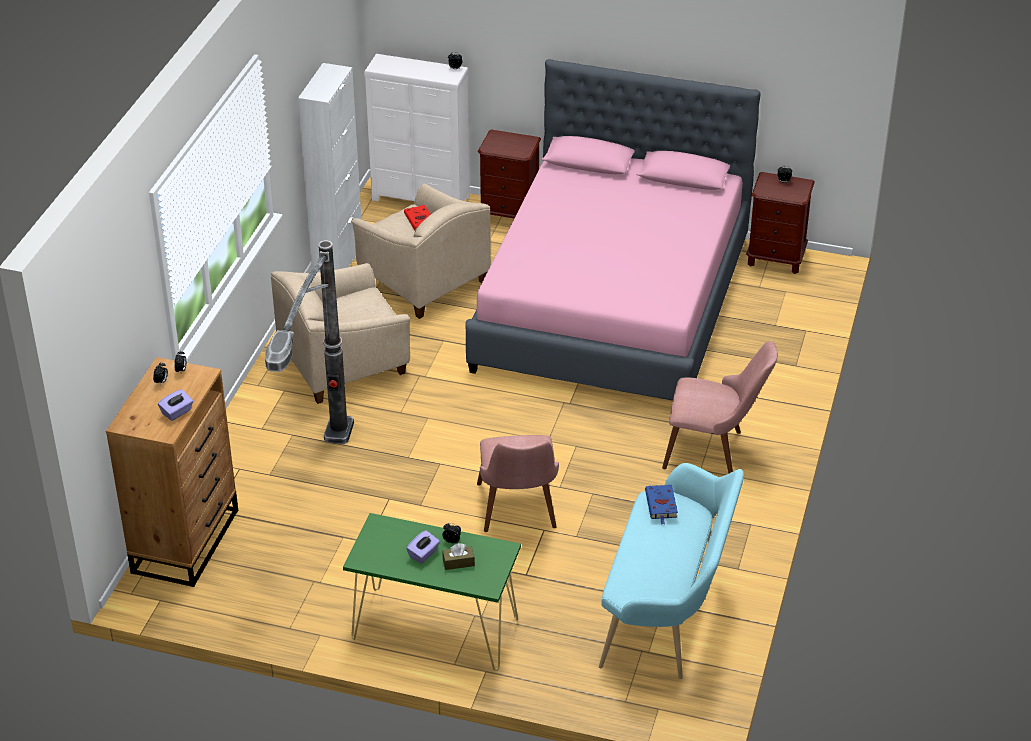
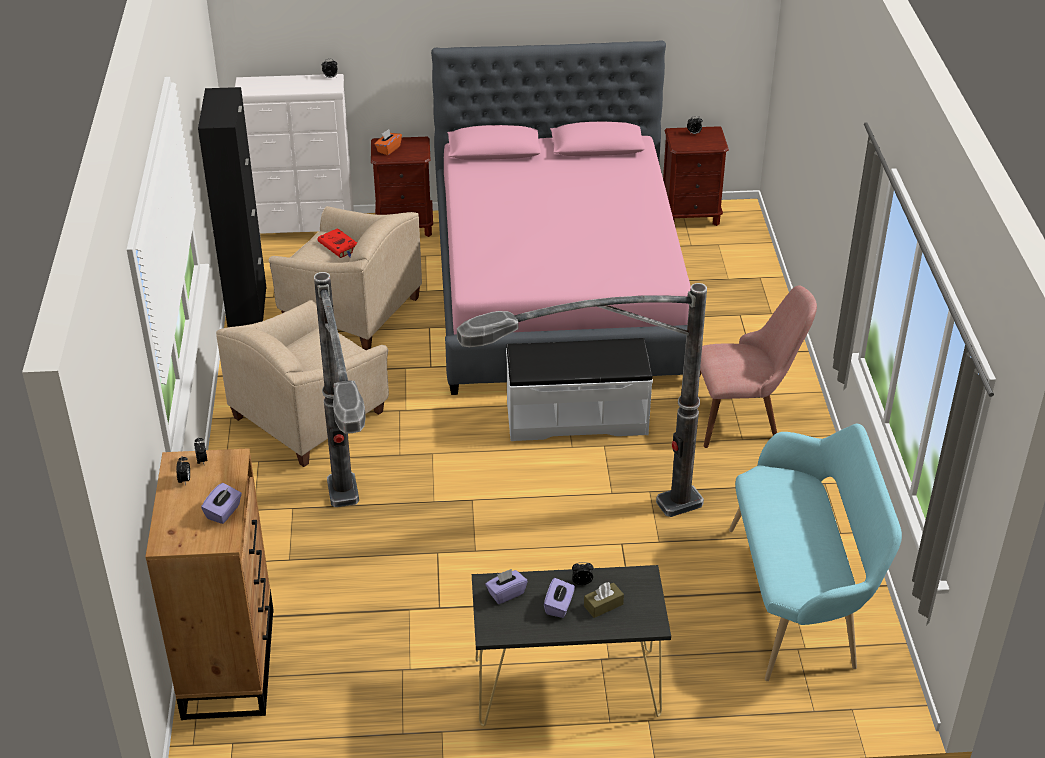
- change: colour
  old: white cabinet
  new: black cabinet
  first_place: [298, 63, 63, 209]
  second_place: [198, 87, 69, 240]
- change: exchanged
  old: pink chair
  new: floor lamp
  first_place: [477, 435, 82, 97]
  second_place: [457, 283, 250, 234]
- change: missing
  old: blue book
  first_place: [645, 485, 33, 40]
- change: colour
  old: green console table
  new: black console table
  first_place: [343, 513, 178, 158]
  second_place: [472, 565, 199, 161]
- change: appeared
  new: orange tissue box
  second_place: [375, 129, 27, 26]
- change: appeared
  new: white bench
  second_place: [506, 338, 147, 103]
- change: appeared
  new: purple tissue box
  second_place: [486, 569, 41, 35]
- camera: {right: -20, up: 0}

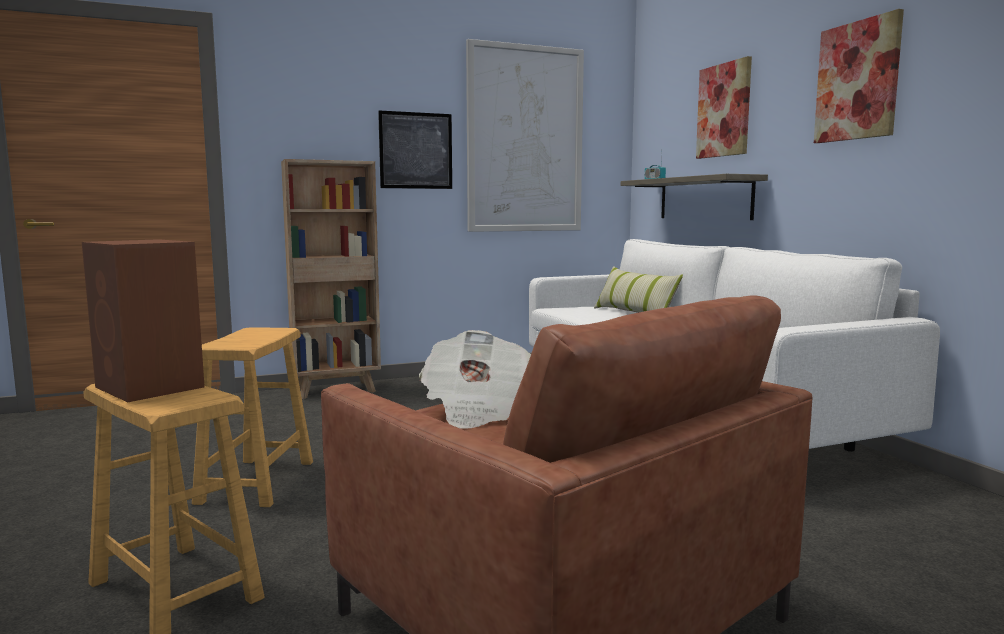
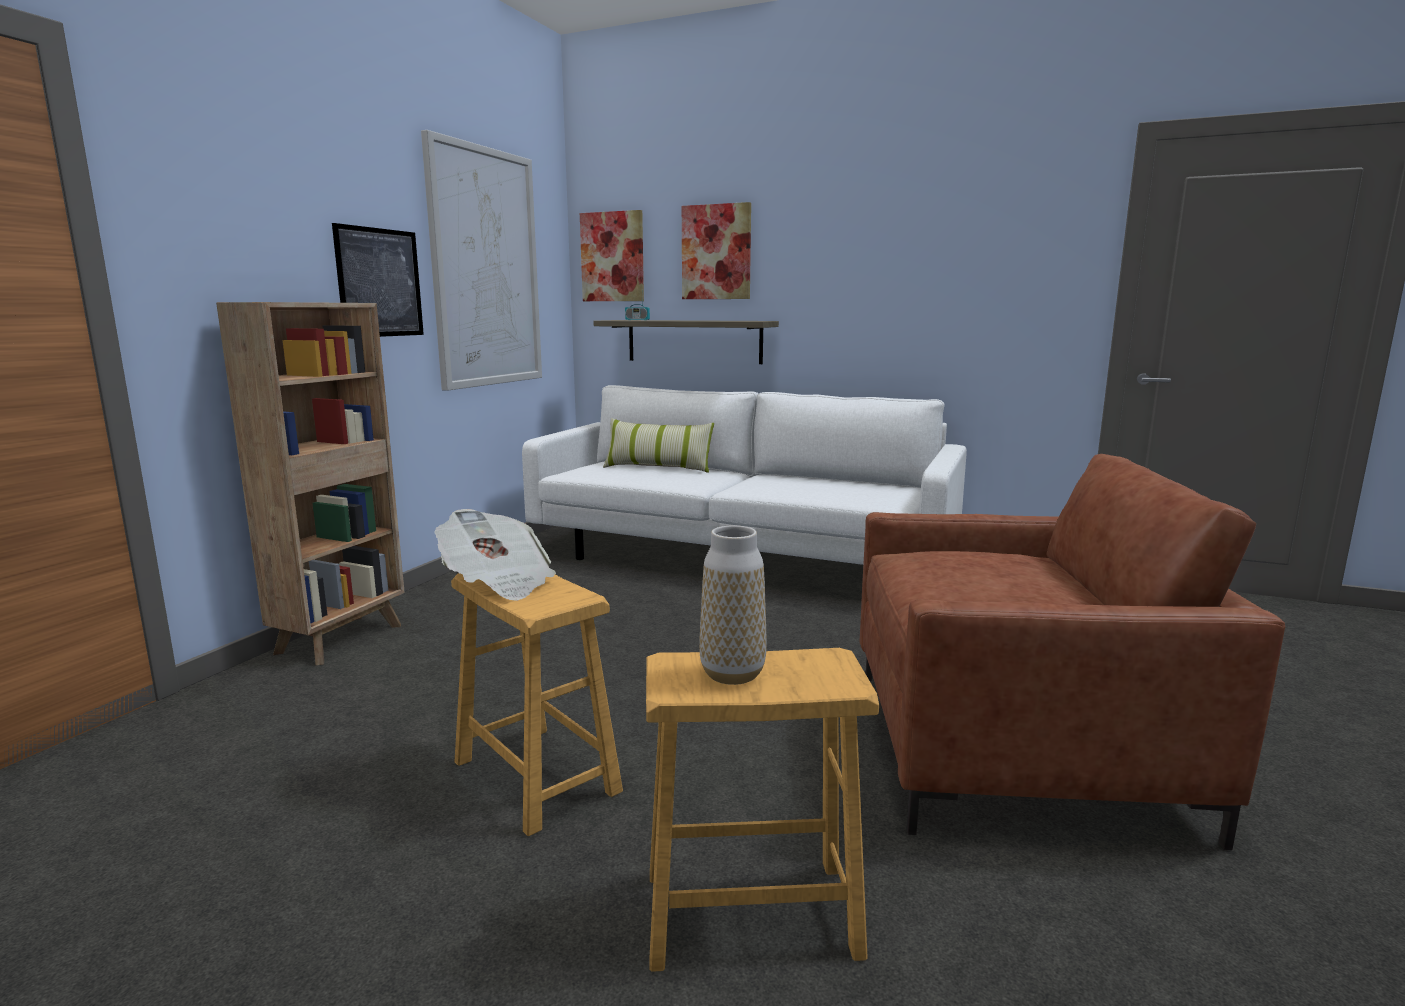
- change: relocated
  old: picture
  first_place: [814, 9, 90, 134]
  second_place: [580, 210, 64, 91]
- change: exchanged
  old: brown speaker
  new: vase
  first_place: [82, 239, 123, 163]
  second_place: [699, 525, 68, 160]
- change: relocated
  old: newspaper
  first_place: [419, 330, 112, 99]
  second_place: [434, 509, 122, 92]
- camera: {right: -45, up: 5}

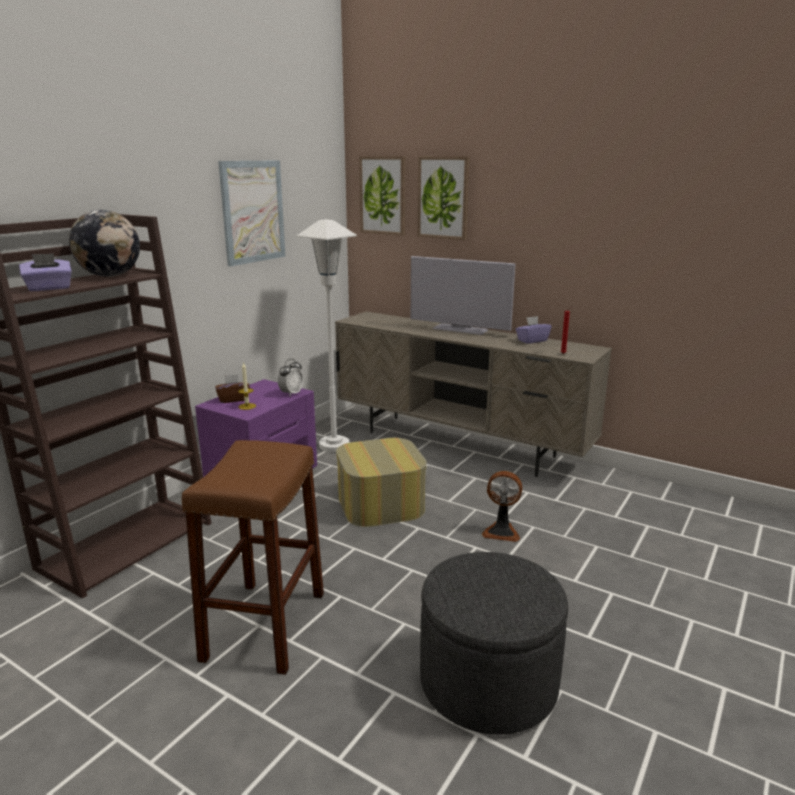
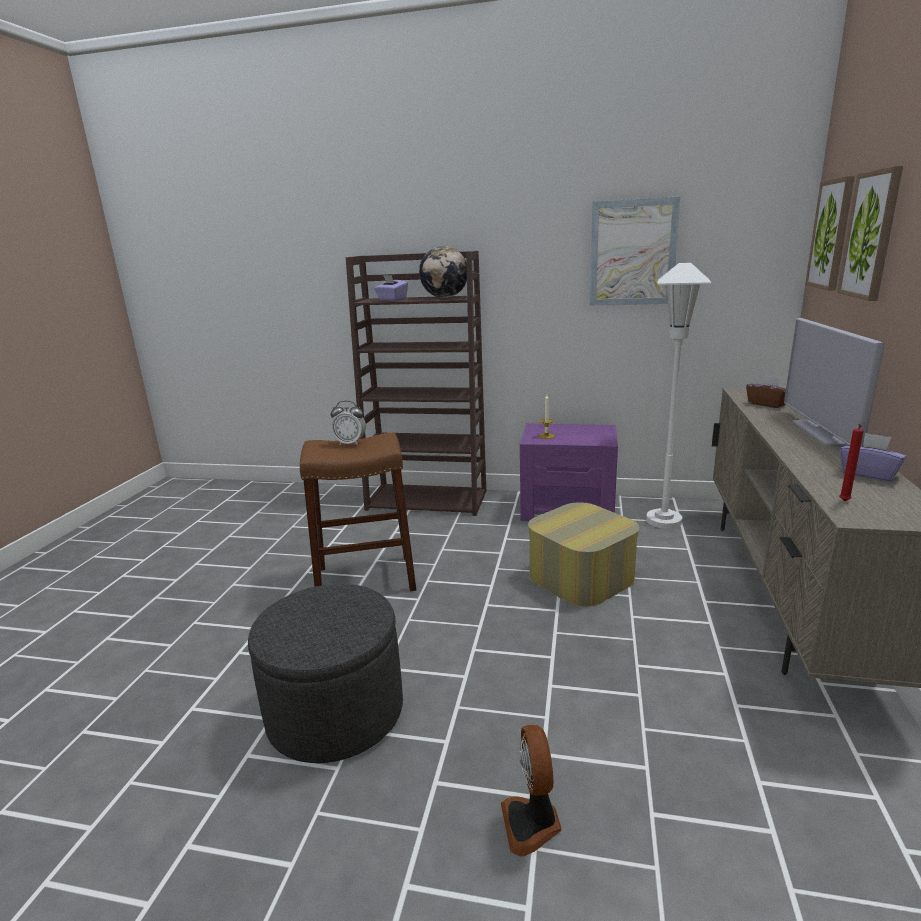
- change: relocated
  old: alarm clock
  first_place: [278, 359, 26, 37]
  second_place: [331, 401, 35, 45]
- change: relocated
  old: brown tissue box
  first_place: [215, 374, 35, 29]
  second_place: [746, 375, 40, 33]
- change: relocated
  old: fan
  first_place: [482, 471, 40, 71]
  second_place: [501, 725, 61, 131]
- camera: {right: 70, up: 0}

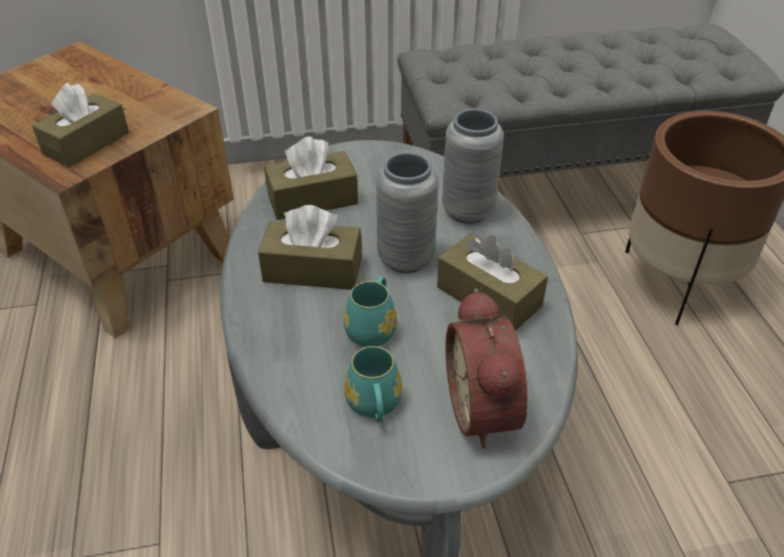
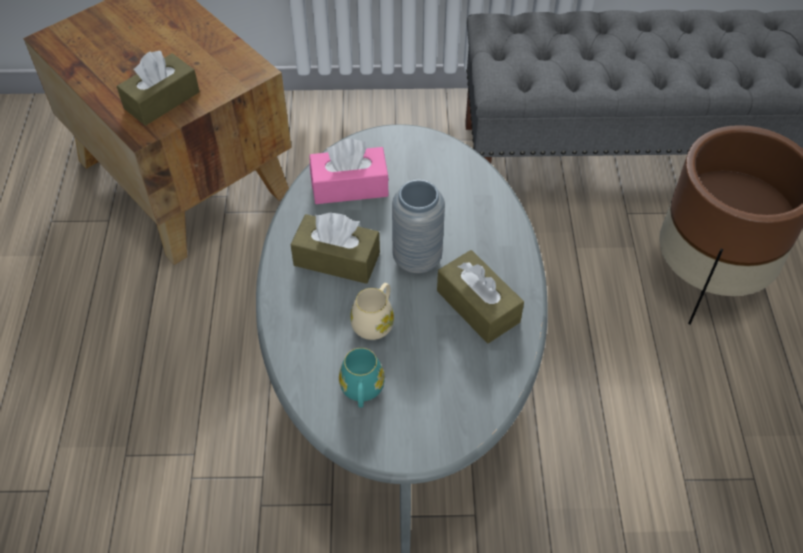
- change: missing
  old: grey vase
  first_place: [442, 109, 62, 115]
- change: colour
  old: brown tissue box
  new: pink tissue box
  first_place: [264, 136, 94, 84]
  second_place: [309, 139, 80, 65]
- change: colour
  old: turquoise mug
  new: beige mug
  first_place: [344, 276, 53, 71]
  second_place: [350, 283, 44, 57]
- change: missing
  old: alarm clock
  first_place: [445, 289, 83, 159]
- camera: {right: 10, up: 10}

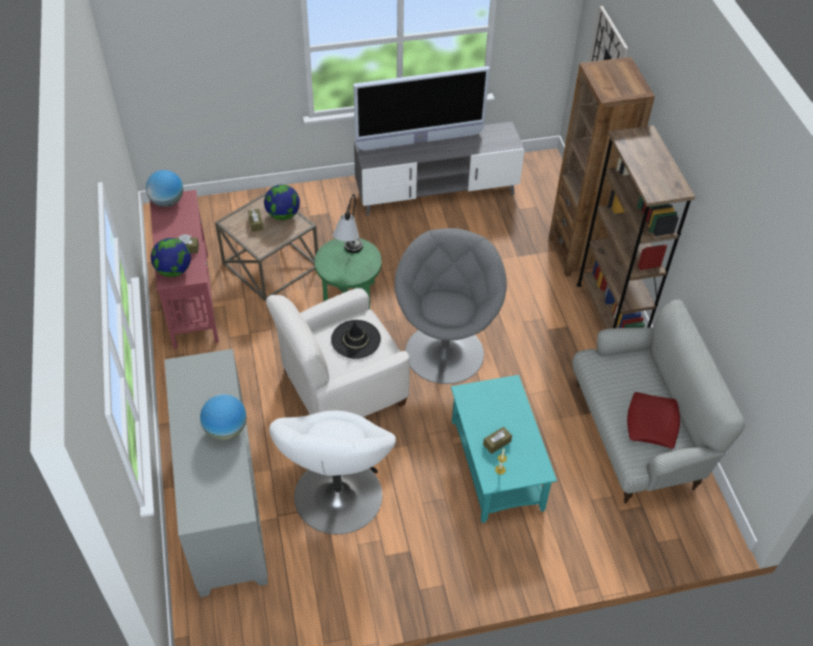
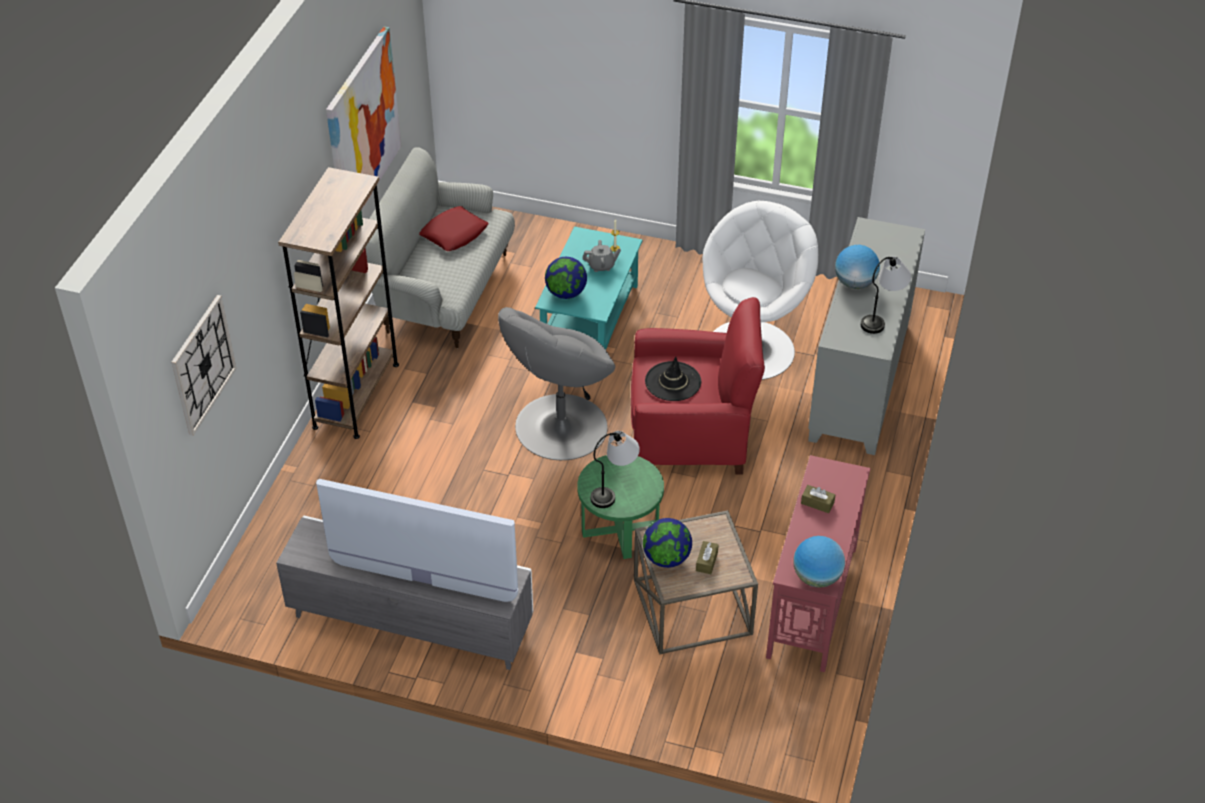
- change: missing
  old: brown bookcase
  first_place: [549, 57, 106, 220]
- change: relocated
  old: globe
  first_place: [151, 238, 40, 39]
  second_place: [545, 257, 42, 42]
- change: colour
  old: white armchair
  new: red armchair
  first_place: [266, 288, 144, 129]
  second_place: [631, 297, 134, 178]
- change: exchanged
  old: brown tissue box
  new: grey teapot
  first_place: [483, 427, 29, 27]
  second_place: [583, 240, 38, 32]
- change: appeared
  new: picture
  second_place: [326, 26, 75, 184]
- change: appeared
  new: table lamp
  second_place: [861, 257, 50, 77]
- camera: {right: -150, up: -5}

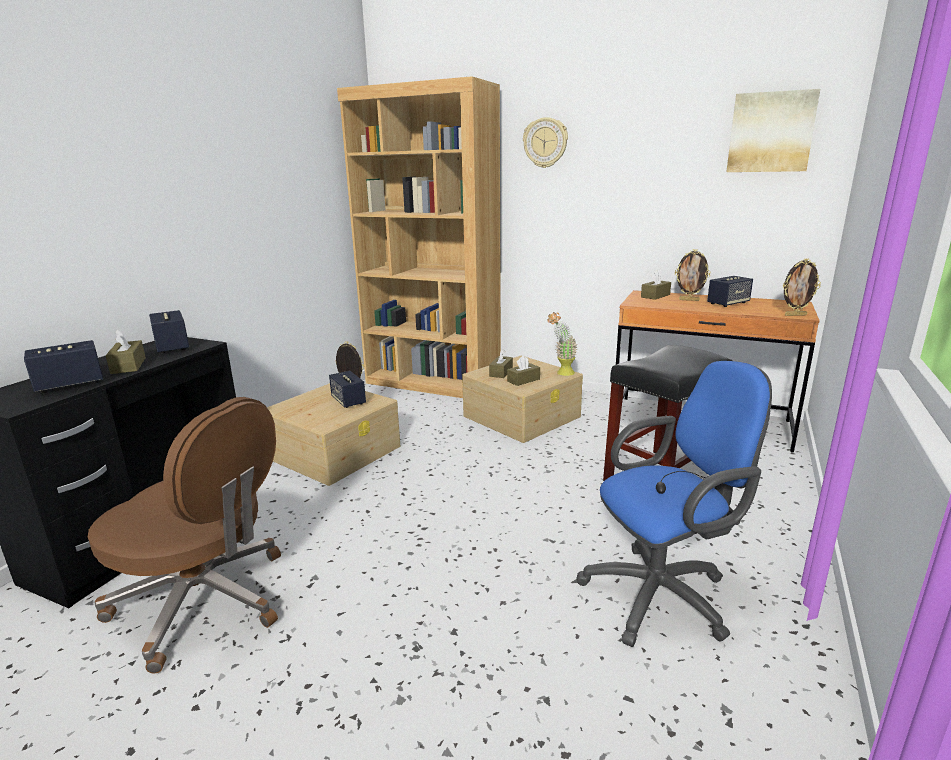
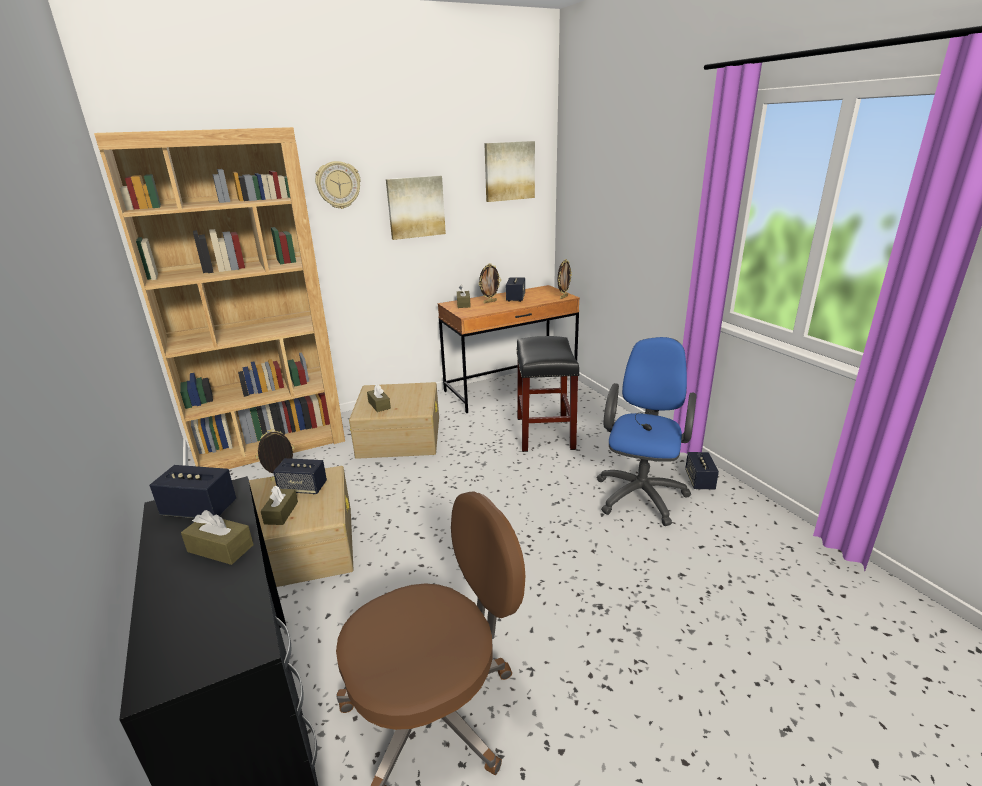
- change: missing
  old: potted plant
  first_place: [547, 312, 31, 64]
- change: relocated
  old: speaker
  first_place: [24, 340, 79, 53]
  second_place: [685, 452, 34, 38]
- change: relocated
  old: brown tissue box
  first_place: [507, 356, 33, 30]
  second_place: [261, 486, 37, 39]
- change: appeared
  new: picture
  second_place: [386, 176, 60, 64]
- camera: {right: -50, up: 5}

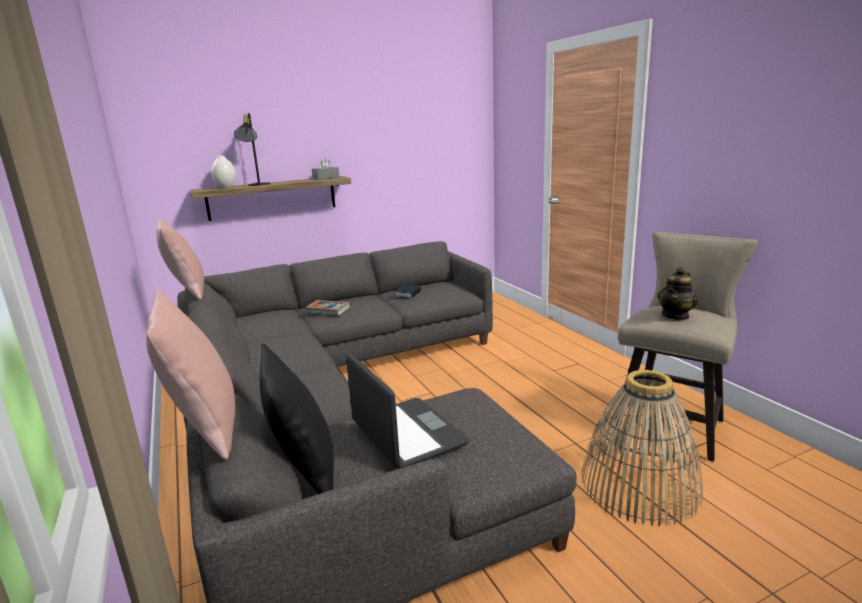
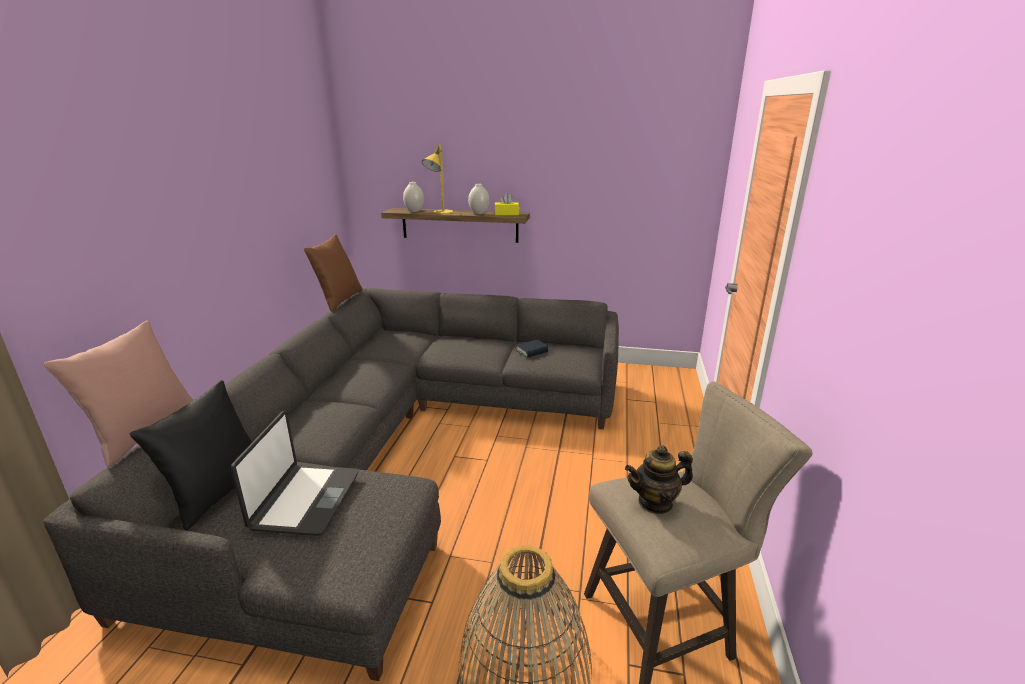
- change: colour
  old: black table lamp
  new: yellow table lamp
  first_place: [234, 113, 36, 73]
  second_place: [422, 144, 31, 70]
- change: colour
  old: grey tissue box
  new: yellow tissue box
  first_place: [312, 158, 27, 22]
  second_place: [495, 193, 24, 22]
- change: colour
  old: pink pillow
  new: brown pillow
  first_place: [156, 218, 48, 82]
  second_place: [304, 234, 59, 78]
- change: missing
  old: book
  first_place: [305, 300, 46, 16]
- change: appeared
  new: white vase
  second_place: [468, 184, 21, 30]
- camera: {right: 35, up: 5}

